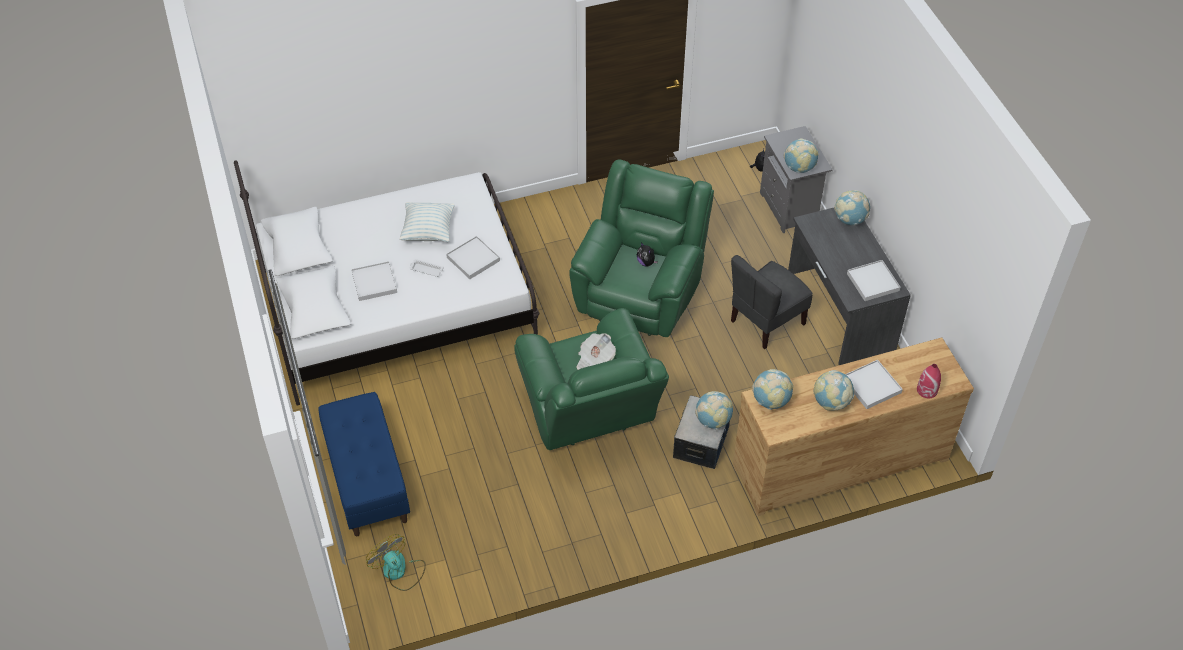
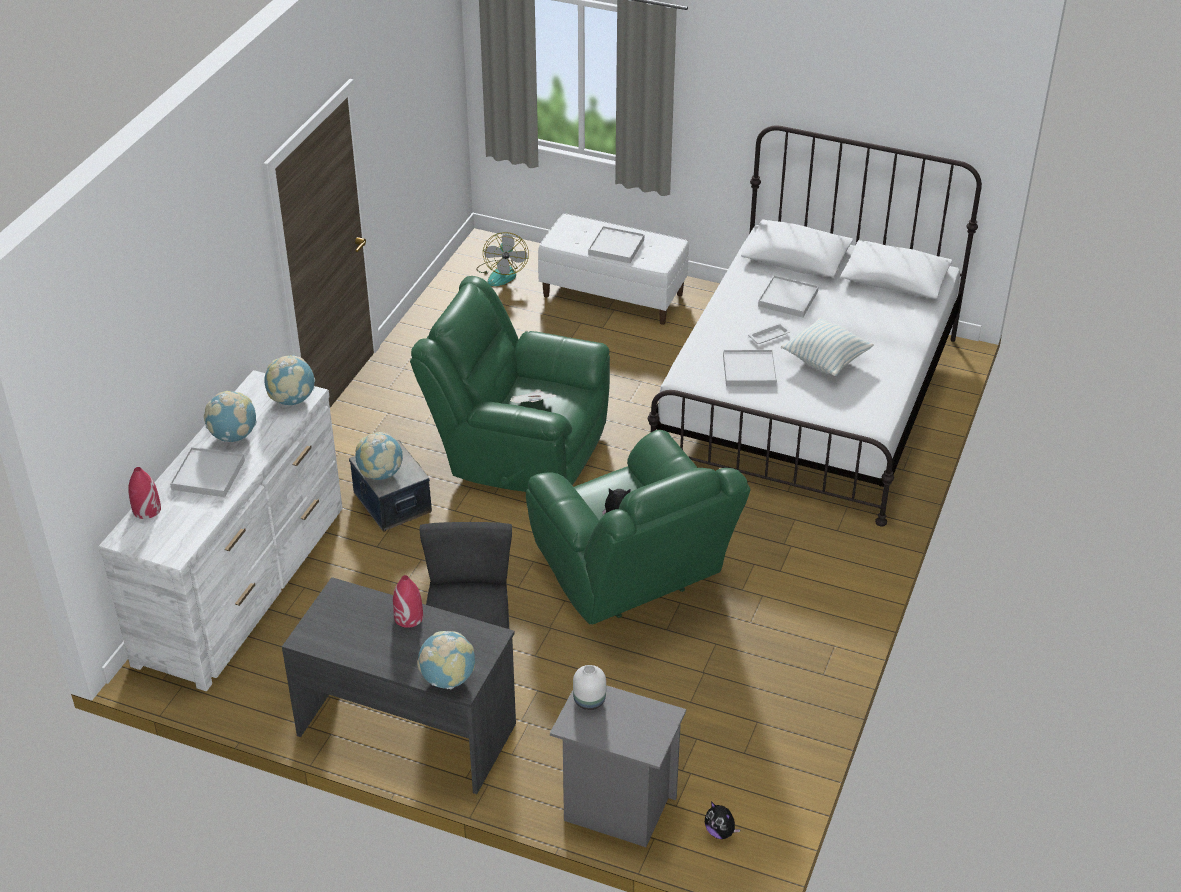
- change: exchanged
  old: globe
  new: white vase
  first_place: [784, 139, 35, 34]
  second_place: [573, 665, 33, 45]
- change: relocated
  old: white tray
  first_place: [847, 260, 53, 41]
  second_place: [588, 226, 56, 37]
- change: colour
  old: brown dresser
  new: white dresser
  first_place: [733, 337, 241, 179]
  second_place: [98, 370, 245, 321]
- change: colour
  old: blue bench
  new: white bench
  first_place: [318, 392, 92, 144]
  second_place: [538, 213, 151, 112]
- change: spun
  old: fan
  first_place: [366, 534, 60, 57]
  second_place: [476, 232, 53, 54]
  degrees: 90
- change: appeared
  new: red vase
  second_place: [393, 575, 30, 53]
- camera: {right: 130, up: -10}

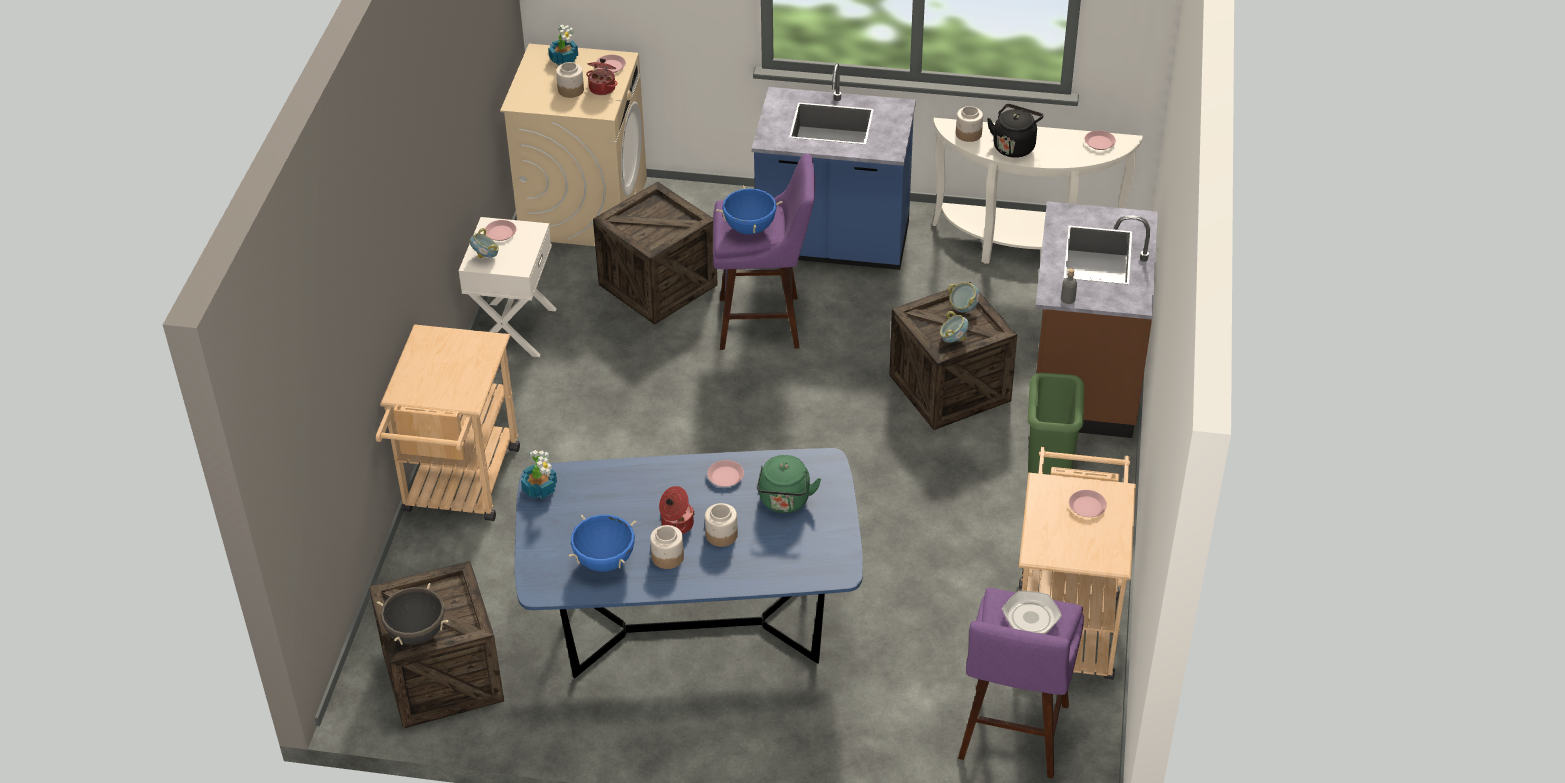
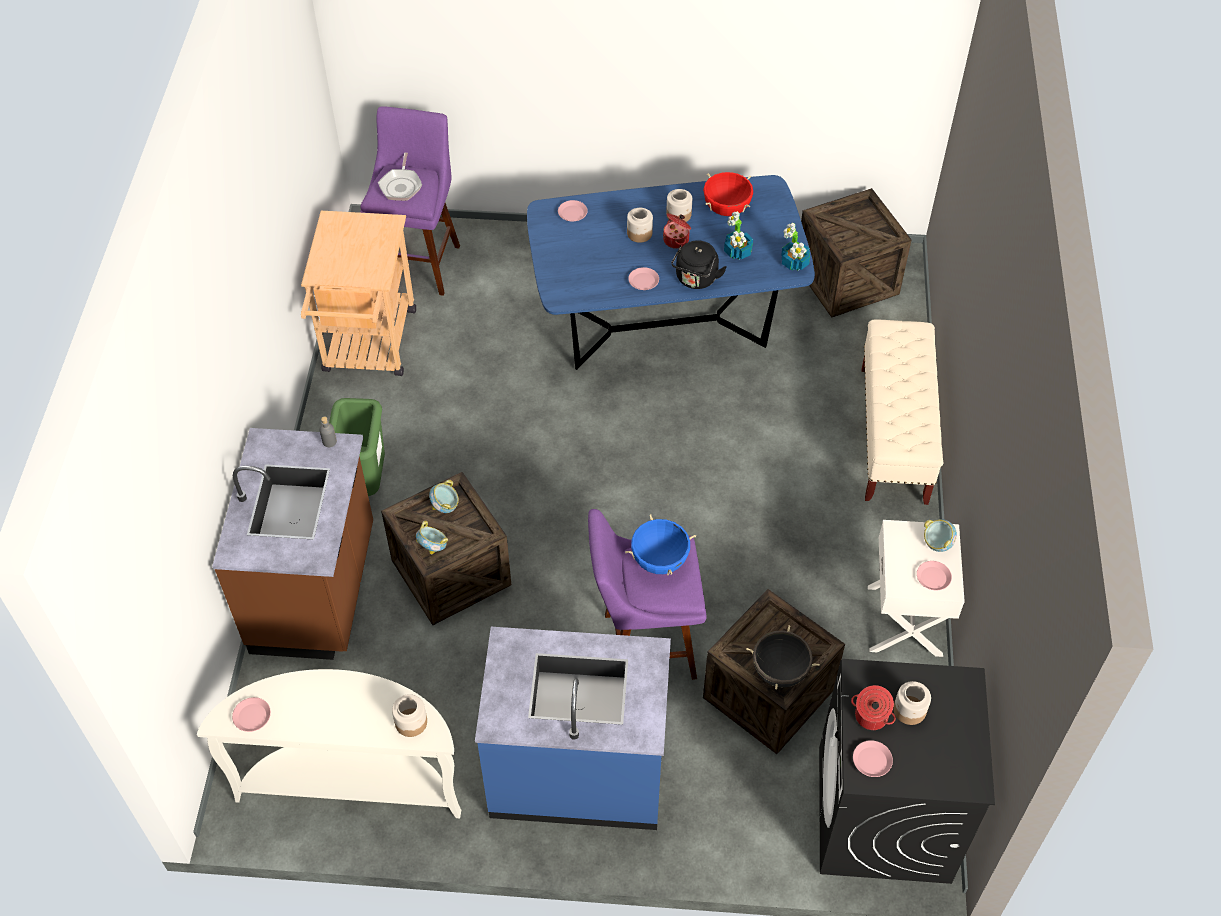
- change: relocated
  old: potted plant
  first_place: [548, 25, 30, 40]
  second_place: [724, 211, 29, 49]
- change: colour
  old: beige washing machine
  new: black washing machine
  first_place: [500, 44, 147, 202]
  second_place: [819, 659, 176, 225]
- change: relocated
  old: black kettle
  first_place: [987, 104, 56, 54]
  second_place: [671, 240, 56, 49]
- change: exchanged
  old: beige cart
  new: beige bench
  first_place: [376, 324, 144, 197]
  second_place: [861, 319, 82, 186]
- change: missing
  old: green kettle
  first_place: [757, 455, 64, 58]
- change: relocated
  old: pink plate
  first_place: [1069, 490, 38, 27]
  second_place: [558, 200, 30, 21]
- change: colour
  old: blue cooking pot
  new: red cooking pot
  first_place: [568, 515, 68, 57]
  second_place: [703, 172, 50, 44]
- change: relocated
  old: black cooking pot
  first_place: [377, 583, 72, 62]
  second_place: [746, 625, 74, 64]
- camera: {right: 175, up: 10}

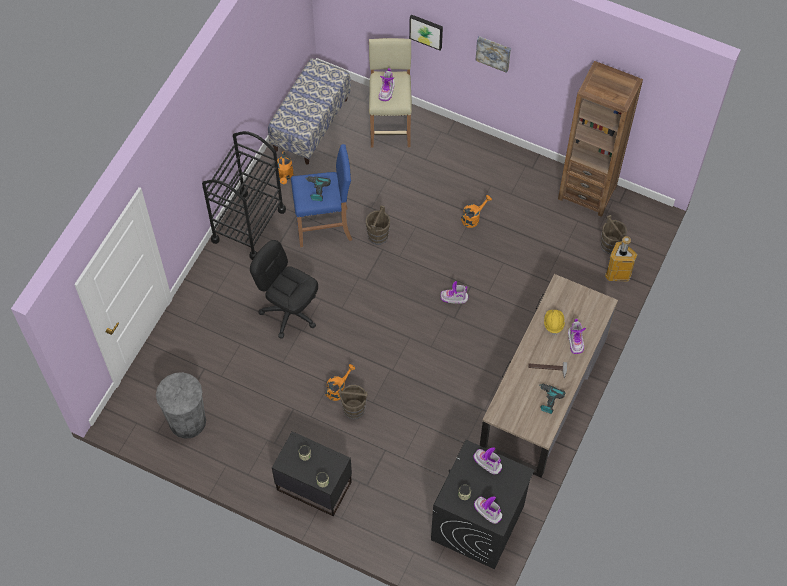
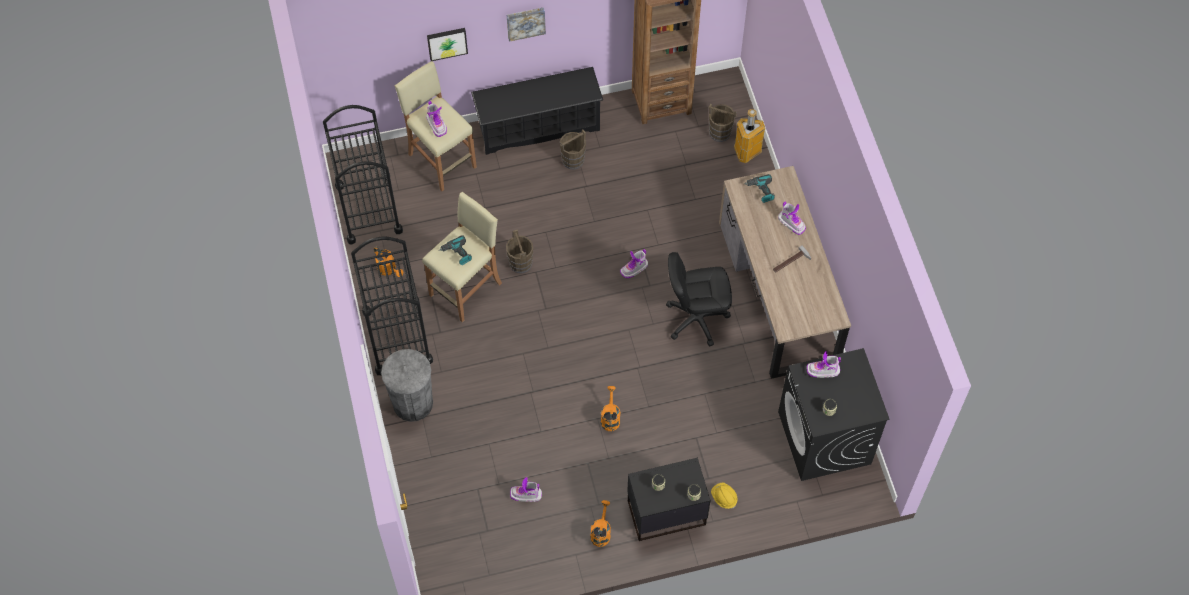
- change: exchanged
  old: bench
  new: black cart
  first_place: [268, 58, 83, 107]
  second_place: [323, 105, 80, 139]
- change: colour
  old: blue stool
  new: beige stool
  first_place: [291, 144, 61, 104]
  second_place: [422, 192, 80, 130]
- change: relocated
  old: orange watering can
  first_place: [461, 195, 31, 33]
  second_place: [590, 500, 21, 47]
- change: relocated
  old: black office chair
  first_place: [250, 240, 68, 99]
  second_place: [666, 252, 66, 94]
- change: relocated
  old: yellow hard hat
  first_place: [544, 310, 21, 25]
  second_place: [711, 483, 27, 26]
- change: relocated
  old: grey trash can
  first_place: [156, 372, 50, 67]
  second_place: [381, 349, 52, 73]
- change: relocated
  old: power drill
  first_place: [539, 383, 26, 31]
  second_place: [744, 174, 31, 29]
- change: relocated
  old: brown bucket
  first_place: [338, 385, 30, 34]
  second_place: [560, 129, 26, 41]
- change: relocated
  old: boot
  first_place: [474, 497, 28, 27]
  second_place: [510, 477, 32, 25]
- change: appeared
  new: black shoe rack
  second_place: [471, 67, 132, 88]
- camera: {right: -40, up: 0}

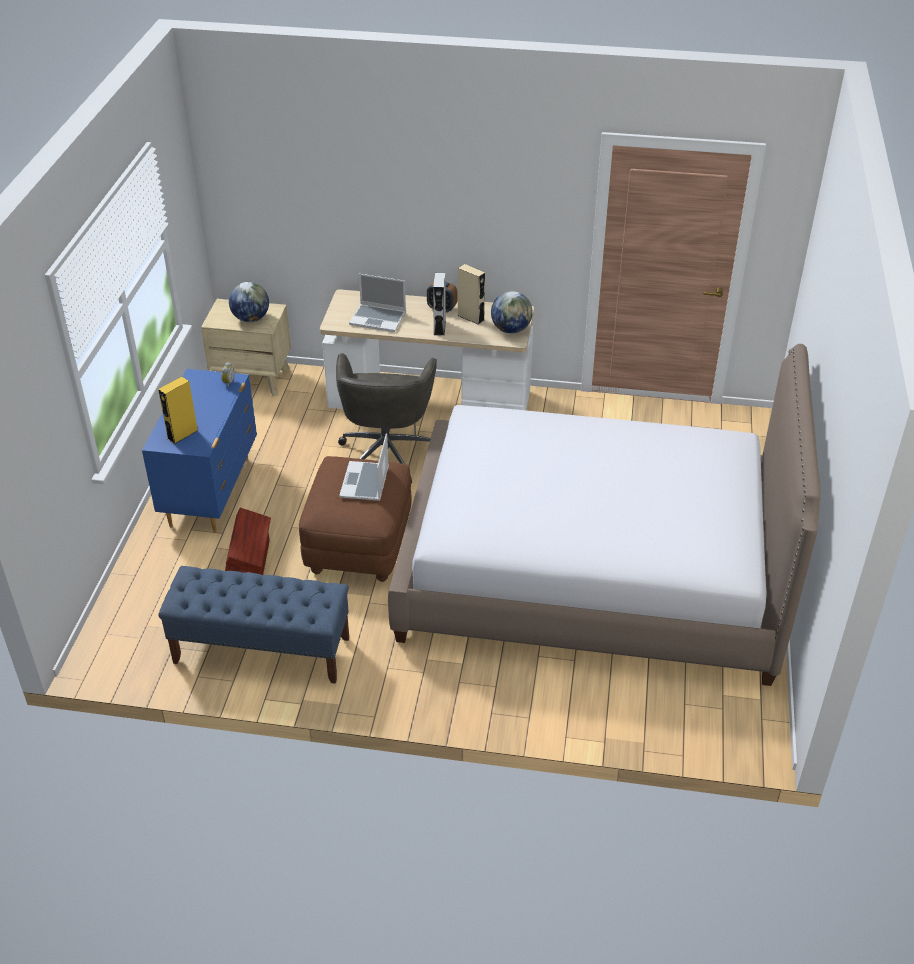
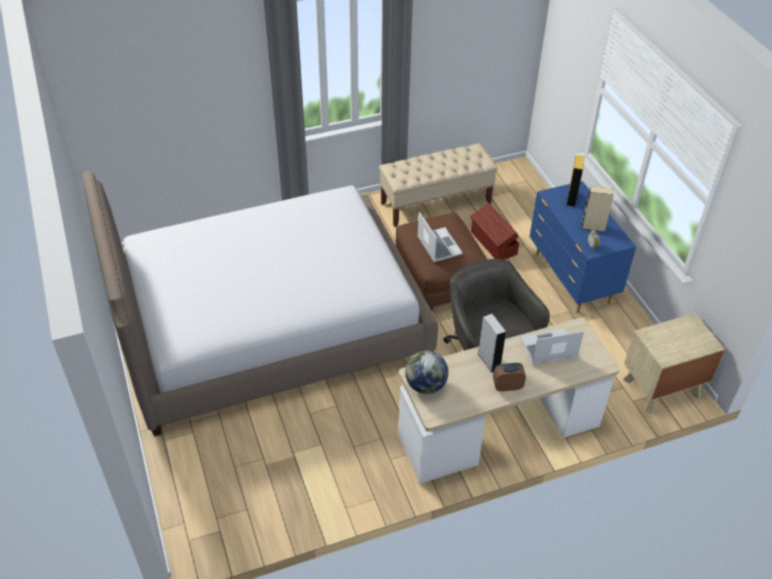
- change: relocated
  old: beige speaker
  first_place: [457, 264, 28, 61]
  second_place: [582, 186, 32, 46]
- change: missing
  old: globe
  first_place: [229, 282, 40, 40]
- change: colour
  old: blue bench
  new: beige bench
  first_place: [158, 566, 191, 118]
  second_place: [379, 143, 119, 84]
- camera: {right: 150, up: 5}

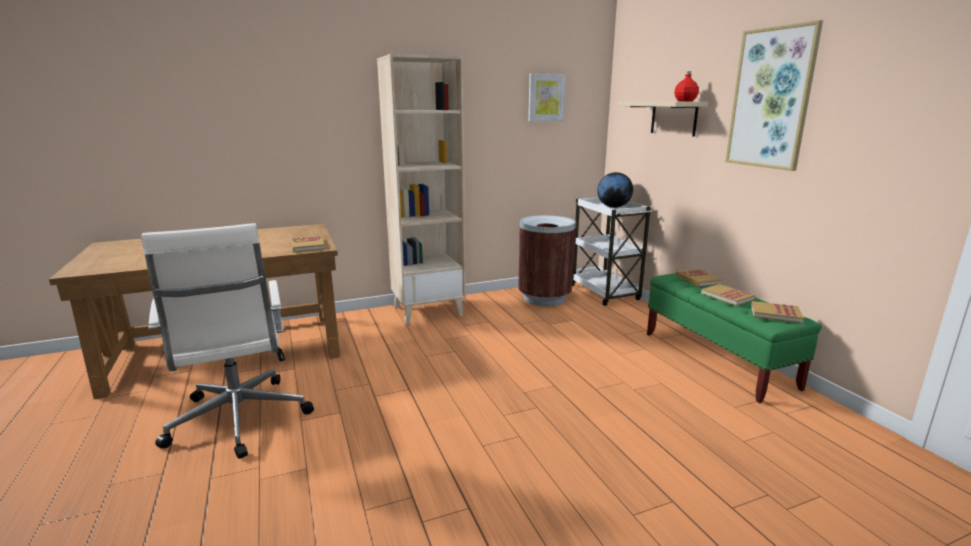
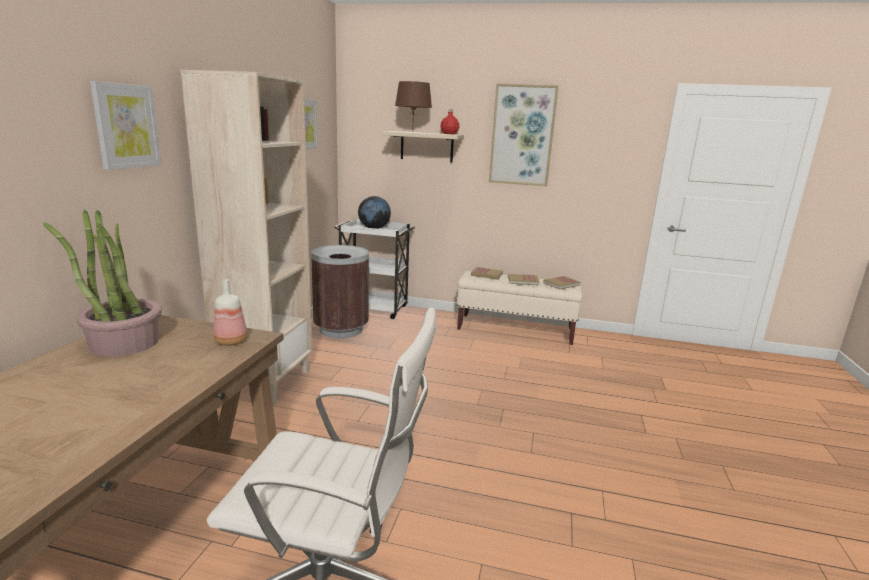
- change: exchanged
  old: book
  new: bottle
  first_place: [291, 235, 34, 17]
  second_place: [213, 279, 34, 67]
- change: colour
  old: green bench
  new: beige bench
  first_place: [647, 273, 175, 130]
  second_place: [457, 271, 125, 74]
- change: appeared
  new: picture
  second_place: [90, 81, 71, 89]
- change: appeared
  new: brown table lamp
  second_place: [395, 81, 37, 51]
- change: appeared
  new: potted plant
  second_place: [43, 210, 119, 147]
- camera: {right: -55, up: 0}

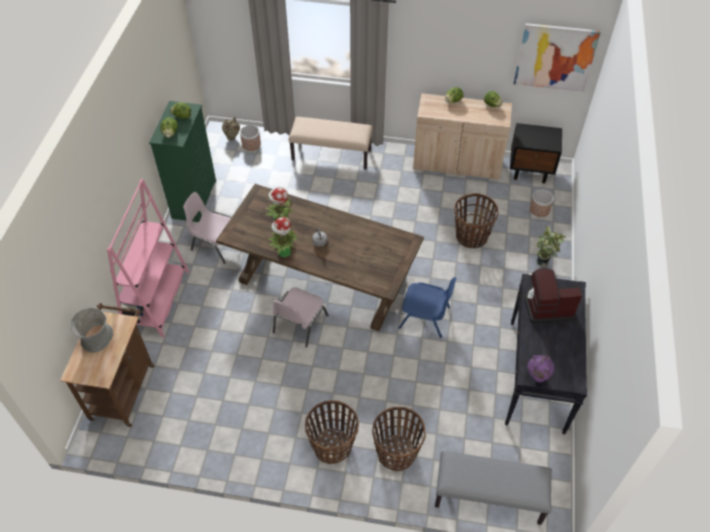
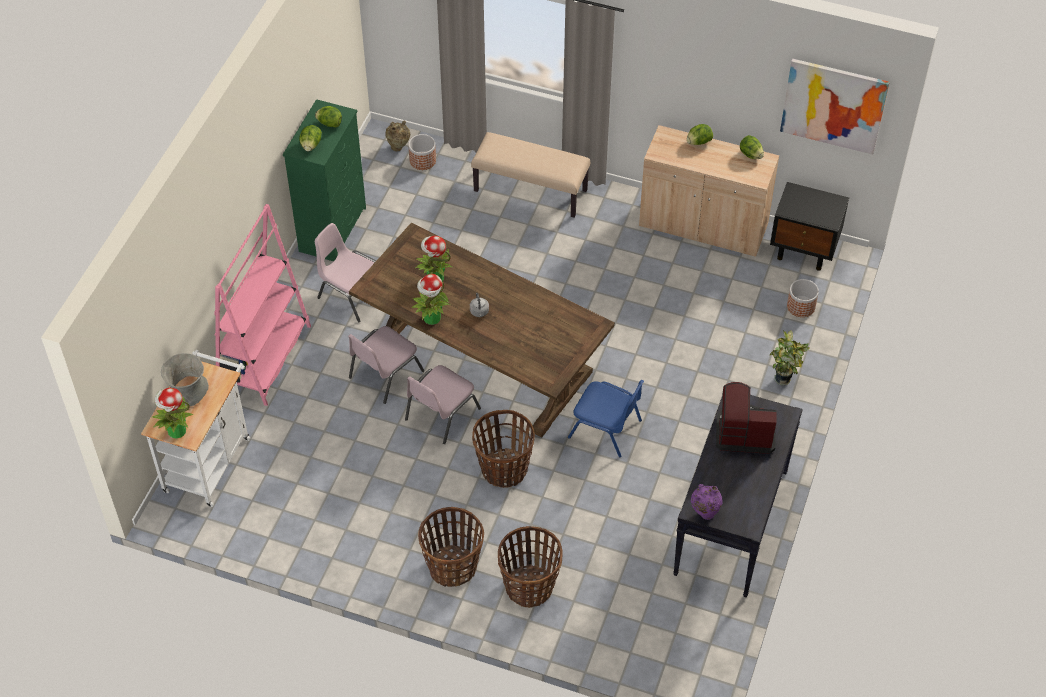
- change: relocated
  old: basket
  first_place: [454, 193, 44, 55]
  second_place: [472, 410, 63, 78]
- change: colour
  old: brown cart
  new: white cart
  first_place: [60, 303, 94, 124]
  second_place: [141, 350, 110, 157]
- change: missing
  old: grey bench
  first_place: [435, 451, 117, 74]
- change: appeared
  new: pink chair
  second_place: [348, 326, 76, 78]
- change: appeared
  new: potted plant
  second_place: [151, 388, 43, 51]
- camera: {right: 10, up: 0}

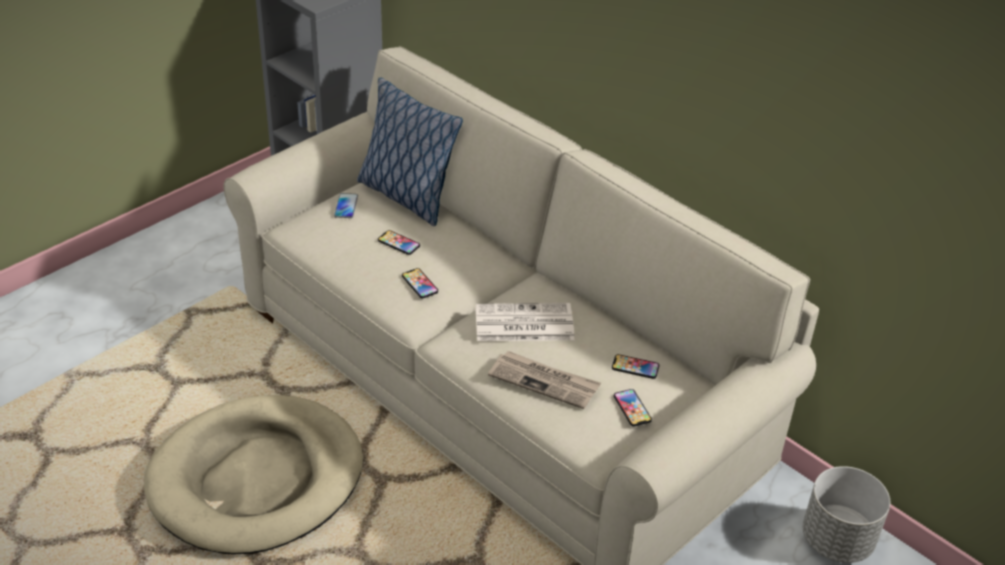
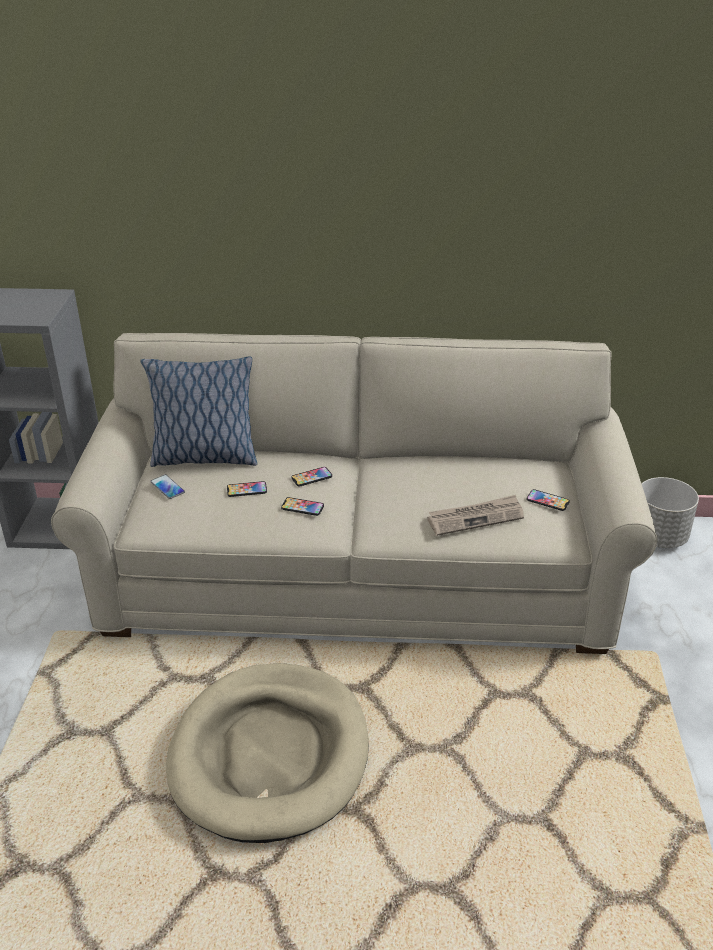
- change: missing
  old: newspaper
  first_place: [475, 303, 99, 38]
- change: relocated
  old: phone
  first_place: [612, 354, 47, 25]
  second_place: [291, 467, 41, 20]
- camera: {right: -40, up: -5}

